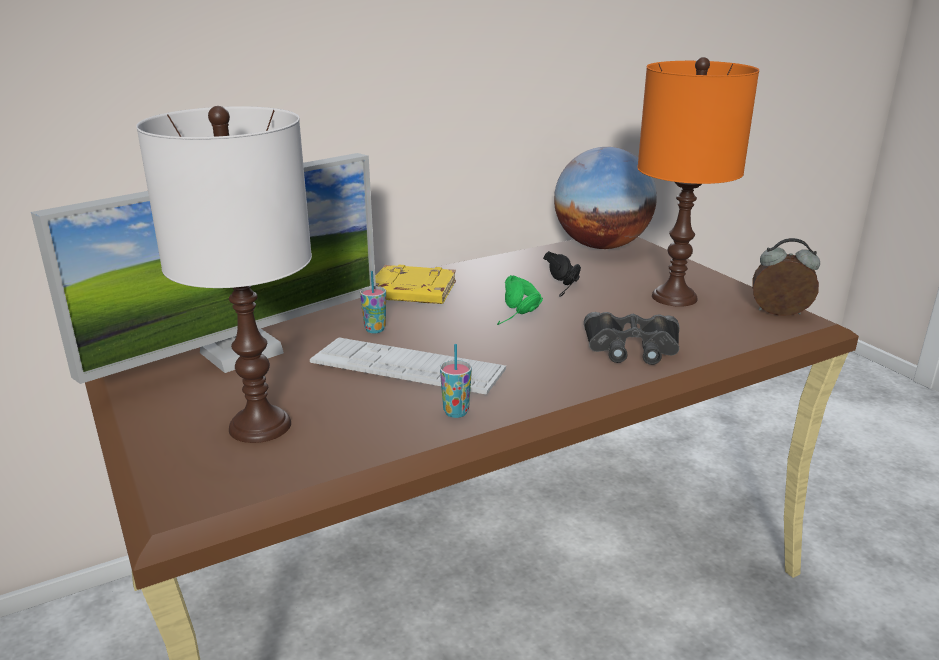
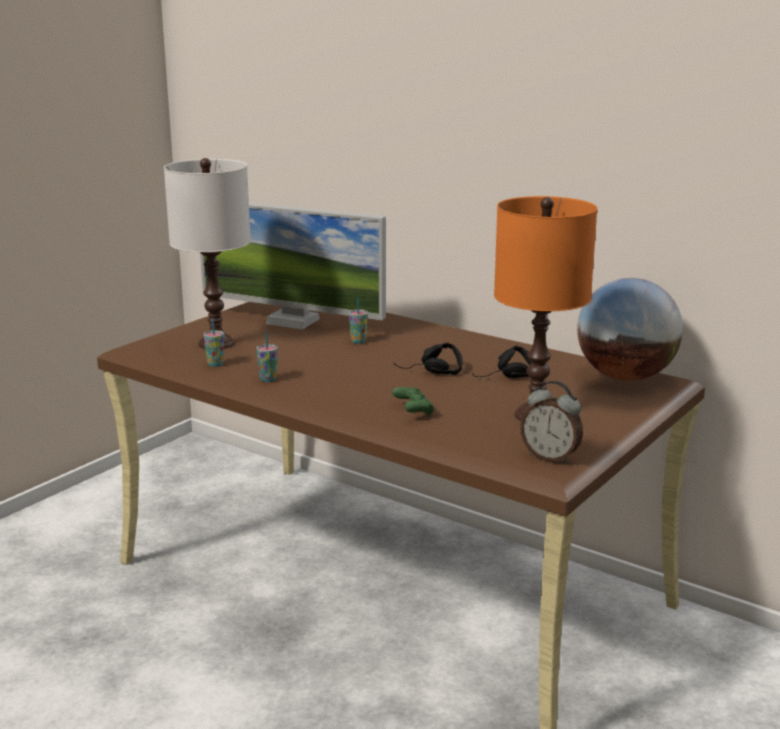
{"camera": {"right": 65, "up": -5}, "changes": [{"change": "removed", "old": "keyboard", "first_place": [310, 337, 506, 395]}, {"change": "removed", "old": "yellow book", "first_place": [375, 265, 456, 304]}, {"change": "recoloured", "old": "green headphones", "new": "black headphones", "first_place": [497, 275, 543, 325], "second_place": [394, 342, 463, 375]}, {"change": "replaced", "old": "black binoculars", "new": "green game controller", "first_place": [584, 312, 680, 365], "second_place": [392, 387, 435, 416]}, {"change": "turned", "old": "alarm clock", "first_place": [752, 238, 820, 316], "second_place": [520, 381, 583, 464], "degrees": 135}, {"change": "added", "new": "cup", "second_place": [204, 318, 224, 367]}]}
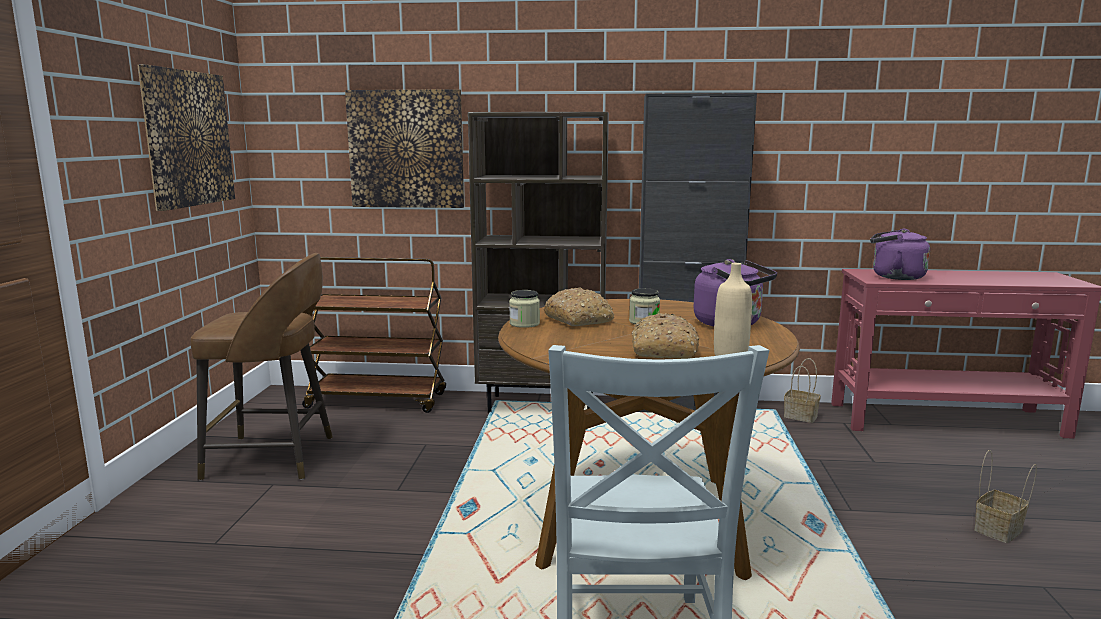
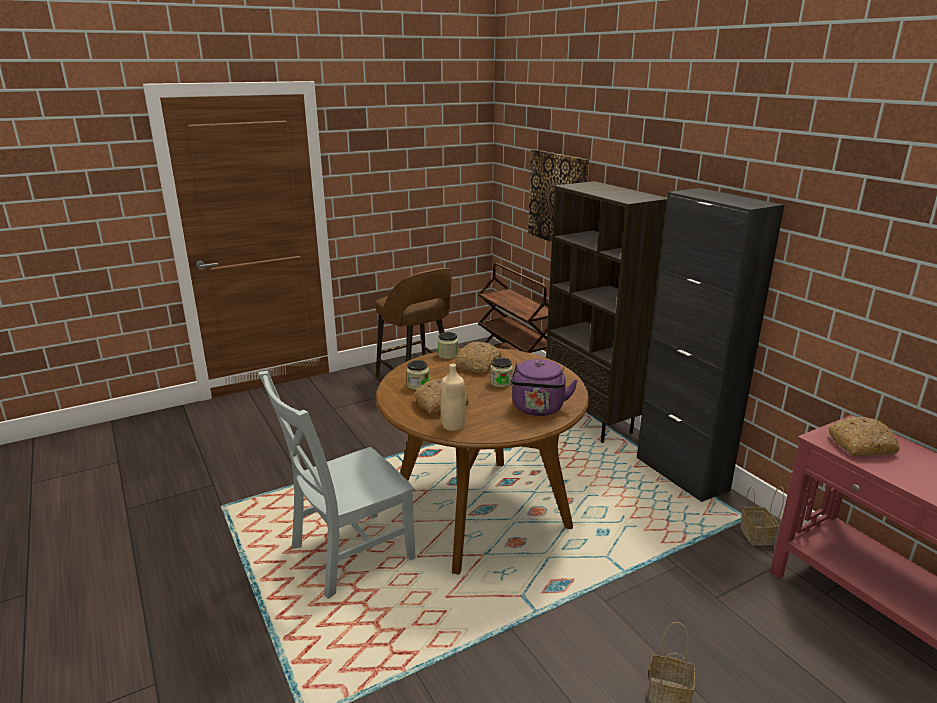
{"camera": {"right": 55, "up": 10}, "changes": [{"change": "removed", "old": "picture", "first_place": [137, 64, 235, 211]}, {"change": "replaced", "old": "purple kettle", "new": "bread", "first_place": [870, 229, 930, 280], "second_place": [829, 417, 900, 456]}, {"change": "added", "new": "jar", "second_place": [406, 360, 429, 390]}]}
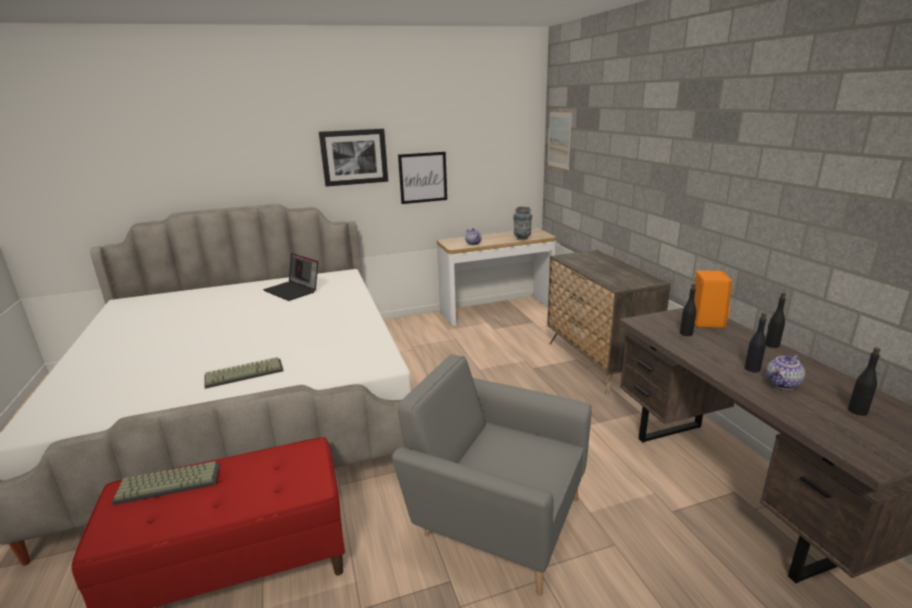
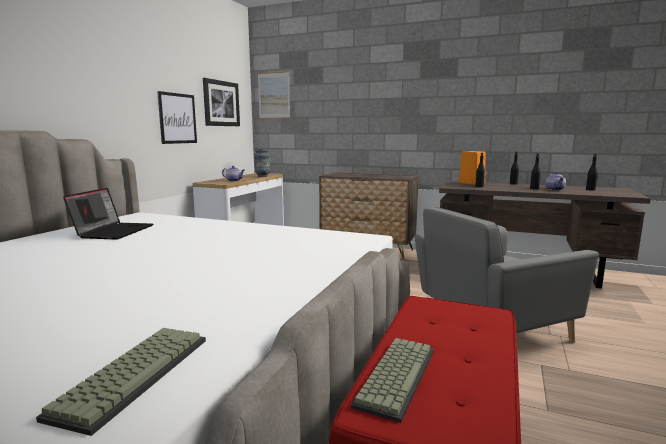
{"camera": {"right": -50, "up": -10}, "changes": [{"change": "moved", "old": "keyboard", "first_place": [204, 357, 284, 389], "second_place": [36, 328, 206, 436]}, {"change": "turned", "old": "laptop", "first_place": [263, 253, 318, 301], "second_place": [63, 188, 153, 240], "degrees": -75}, {"change": "moved", "old": "picture", "first_place": [319, 128, 388, 187], "second_place": [203, 78, 240, 126]}]}
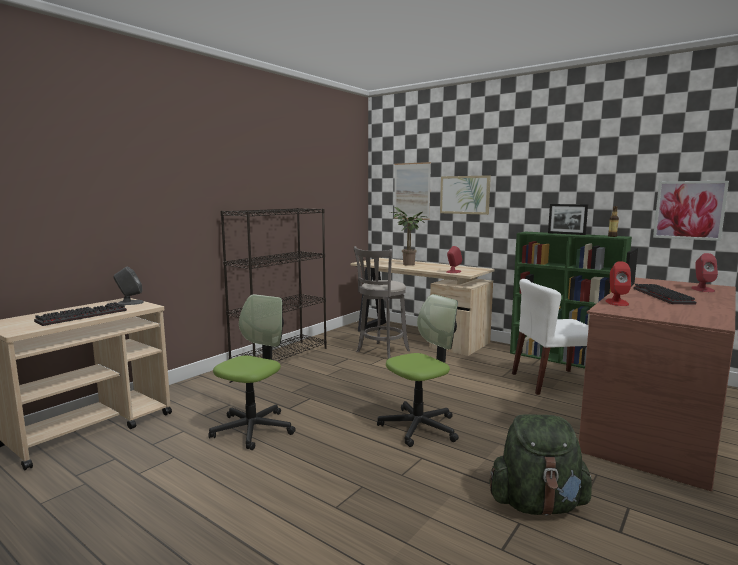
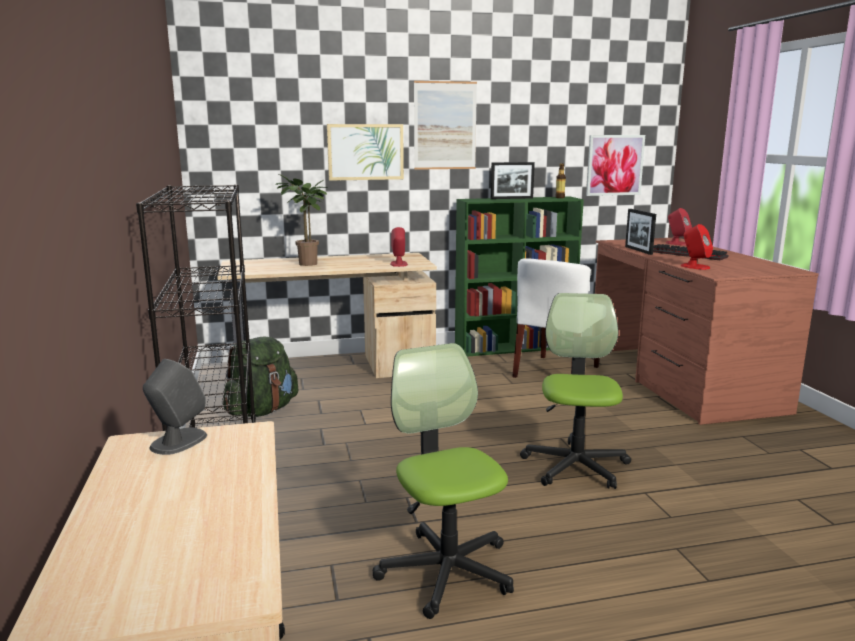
{"camera": {"right": -50, "up": 5}, "changes": [{"change": "removed", "old": "keyboard", "first_place": [34, 302, 127, 326]}, {"change": "removed", "old": "grey stool", "first_place": [354, 246, 410, 359]}, {"change": "moved", "old": "picture", "first_place": [394, 162, 431, 220], "second_place": [414, 81, 477, 170]}, {"change": "moved", "old": "green backpack", "first_place": [489, 414, 593, 516], "second_place": [223, 336, 298, 417]}]}
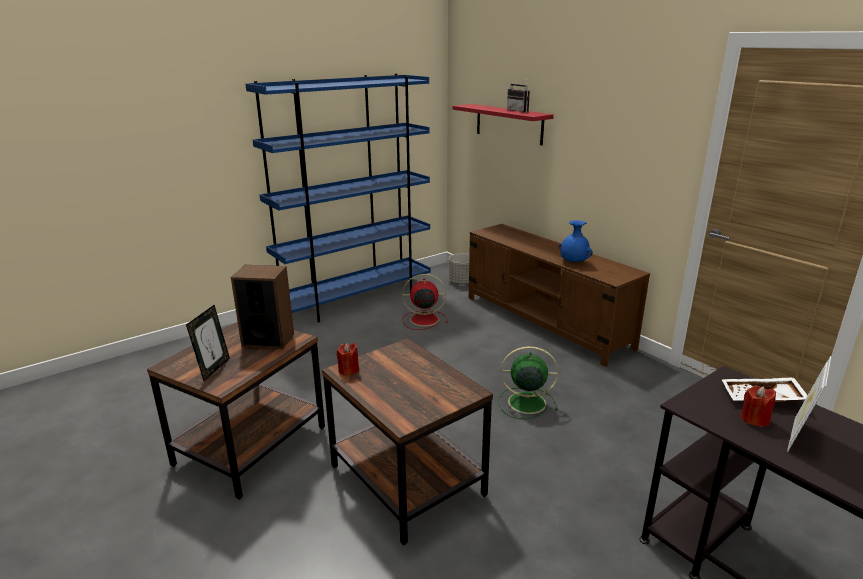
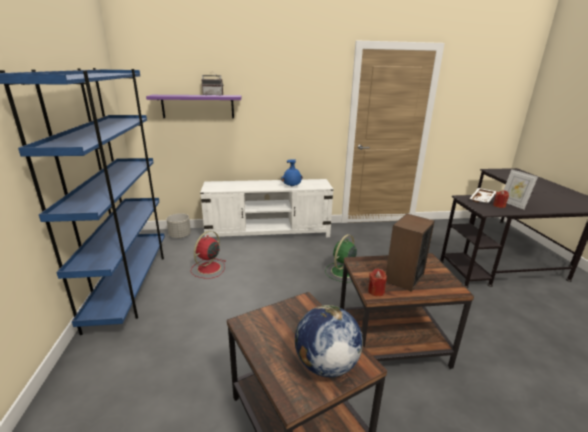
{"camera": {"right": -60, "up": 0}, "changes": [{"change": "replaced", "old": "picture frame", "new": "globe", "first_place": [186, 305, 230, 381], "second_place": [295, 305, 363, 377]}, {"change": "moved", "old": "speaker", "first_place": [231, 265, 294, 349], "second_place": [386, 214, 435, 292]}, {"change": "recoloured", "old": "red shelf", "new": "purple shelf", "first_place": [452, 104, 554, 145], "second_place": [146, 95, 241, 118]}, {"change": "recoloured", "old": "brown tv stand", "new": "white tv stand", "first_place": [469, 224, 650, 367], "second_place": [200, 179, 333, 237]}]}
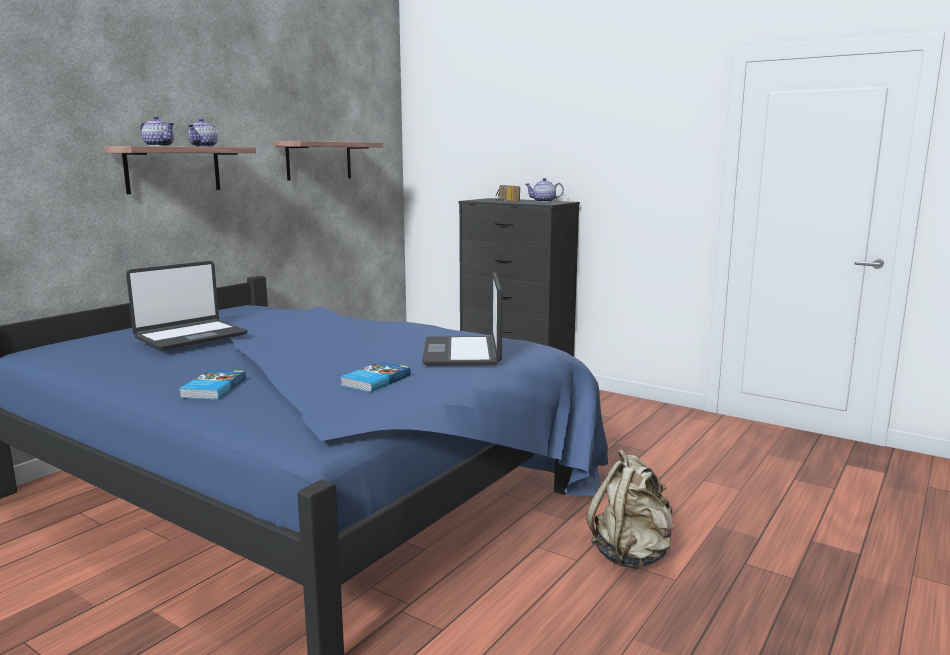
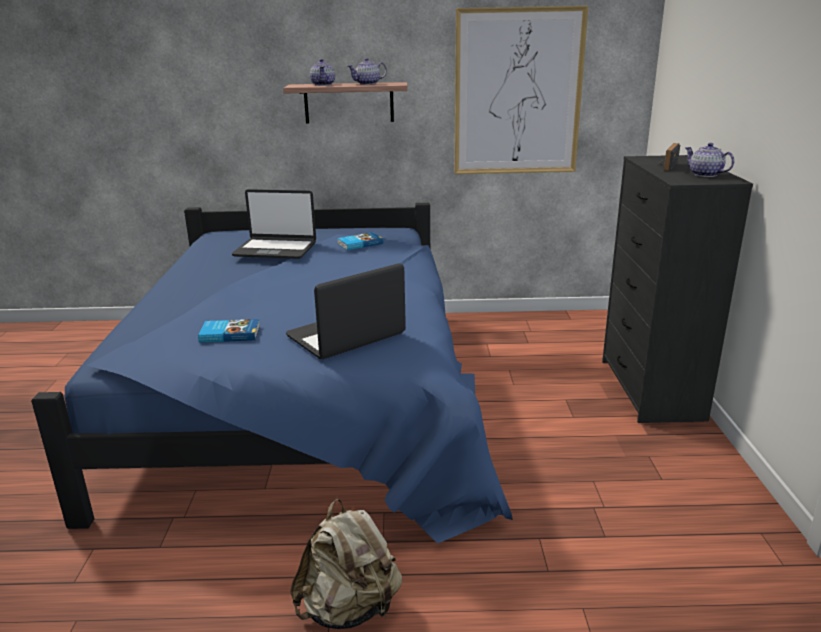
{"camera": {"right": 55, "up": 10}, "changes": [{"change": "moved", "old": "book", "first_place": [179, 370, 246, 400], "second_place": [337, 232, 383, 250]}, {"change": "replaced", "old": "shelf", "new": "picture", "first_place": [274, 141, 383, 181], "second_place": [455, 6, 588, 174]}]}
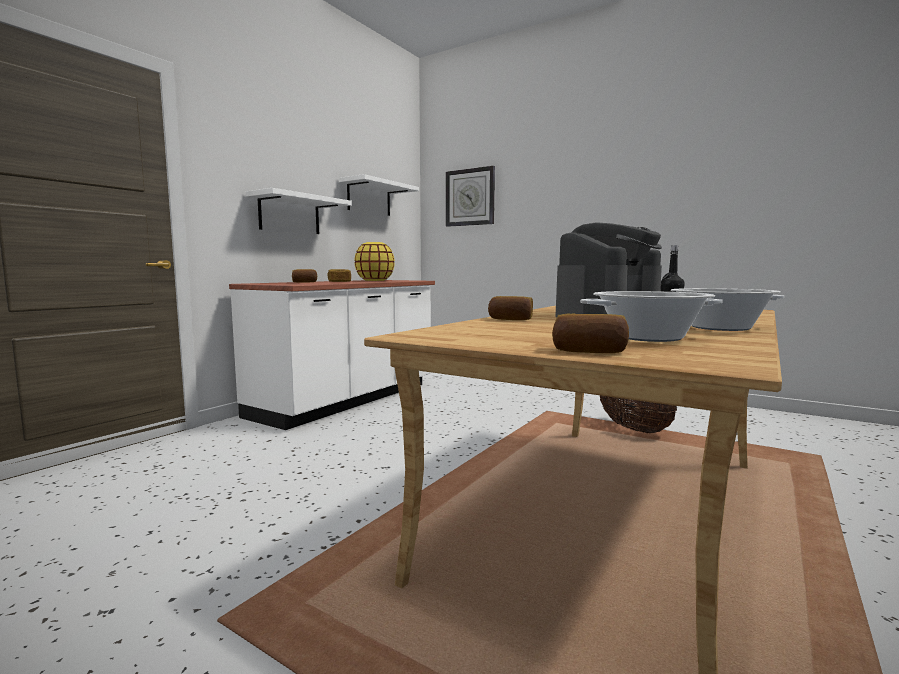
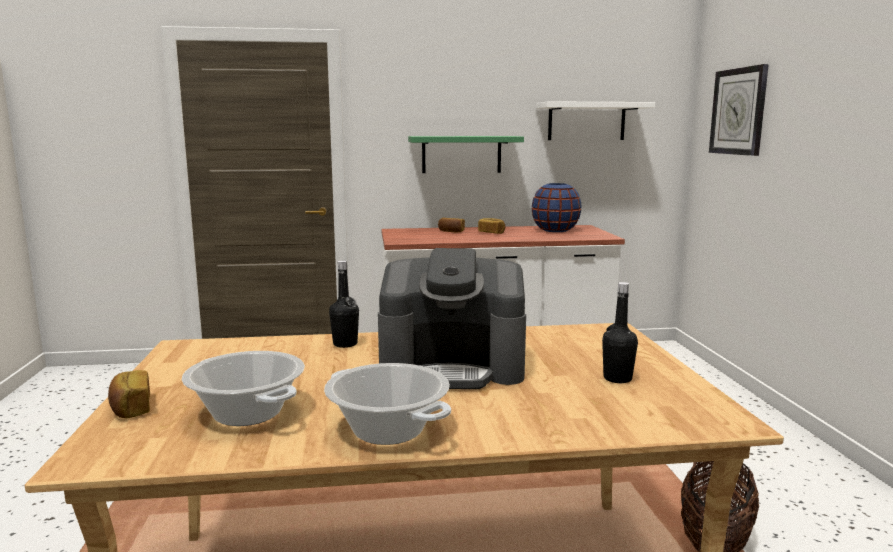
{"camera": {"right": 50, "up": 5}, "changes": [{"change": "recoloured", "old": "white shelf", "new": "green shelf", "first_place": [246, 188, 352, 234], "second_place": [408, 136, 524, 173]}, {"change": "recoloured", "old": "yellow vase", "new": "blue vase", "first_place": [354, 242, 395, 281], "second_place": [532, 183, 582, 232]}, {"change": "replaced", "old": "bread", "new": "black bottle", "first_place": [488, 296, 533, 320], "second_place": [329, 260, 359, 348]}]}
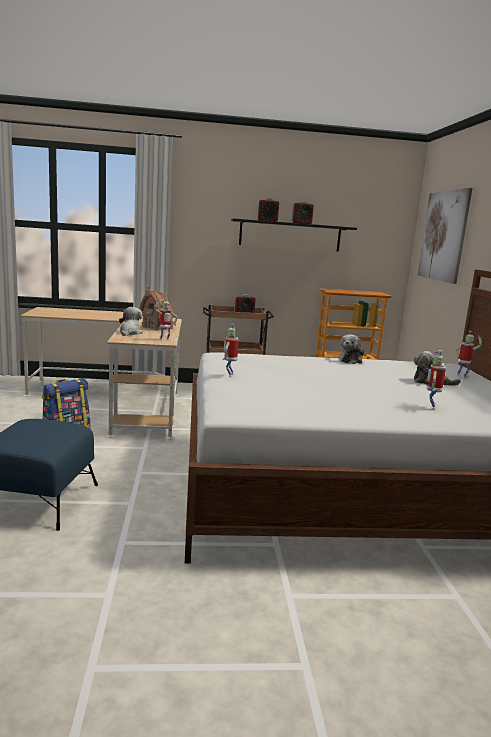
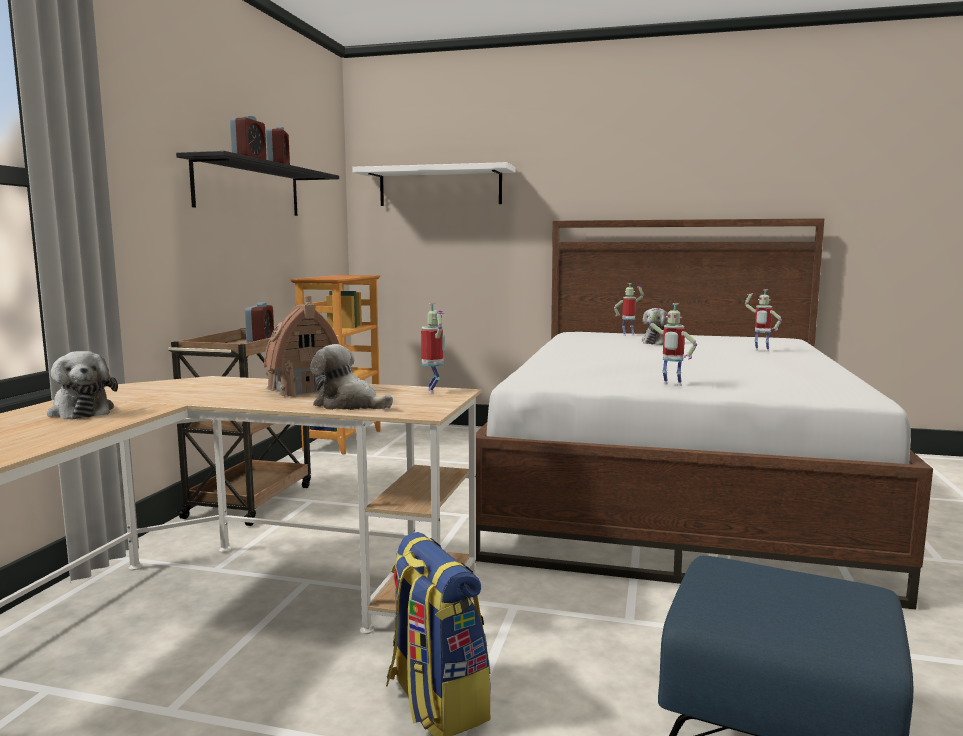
{"camera": {"right": -70, "up": -5}, "changes": [{"change": "moved", "old": "plush toy", "first_place": [338, 334, 365, 364], "second_place": [47, 351, 118, 419]}, {"change": "replaced", "old": "picture", "new": "white shelf", "first_place": [417, 188, 473, 284], "second_place": [352, 162, 515, 206]}]}
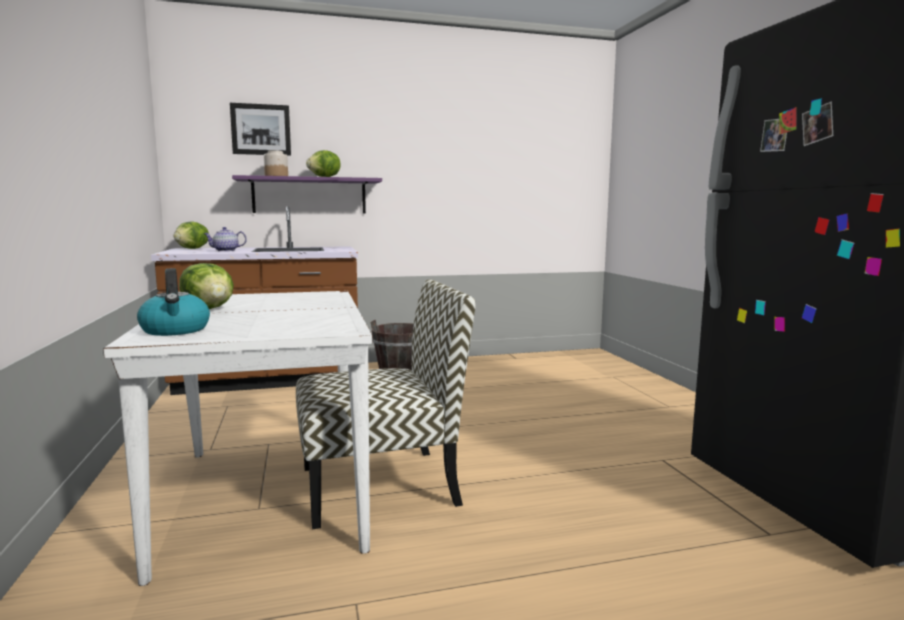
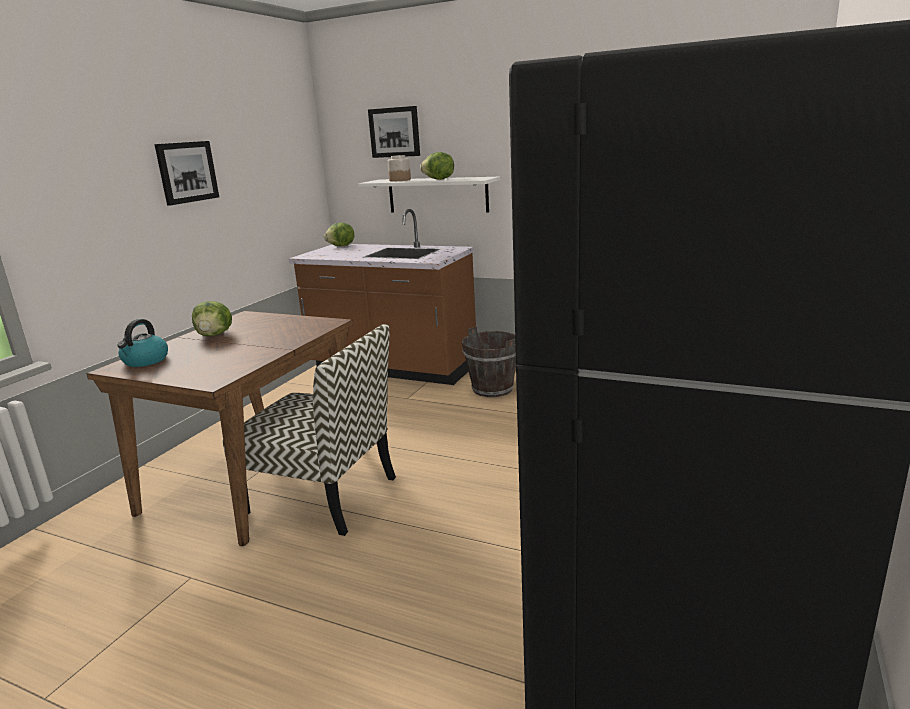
{"camera": {"right": 40, "up": 10}, "changes": [{"change": "recoloured", "old": "white dining table", "new": "brown dining table", "first_place": [103, 291, 373, 586], "second_place": [87, 311, 353, 546]}, {"change": "removed", "old": "teapot", "first_place": [204, 227, 247, 251]}, {"change": "recoloured", "old": "purple shelf", "new": "white shelf", "first_place": [232, 175, 382, 213], "second_place": [358, 177, 500, 212]}, {"change": "added", "new": "picture", "second_place": [154, 141, 219, 205]}]}
